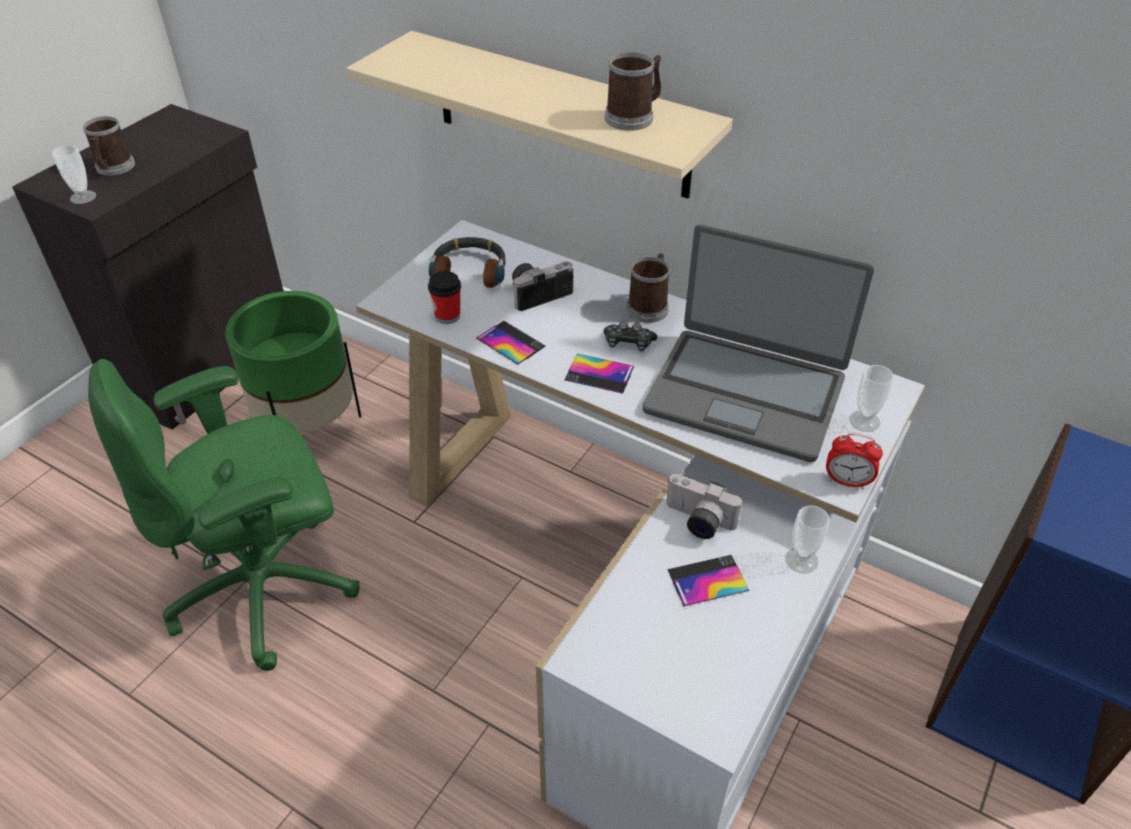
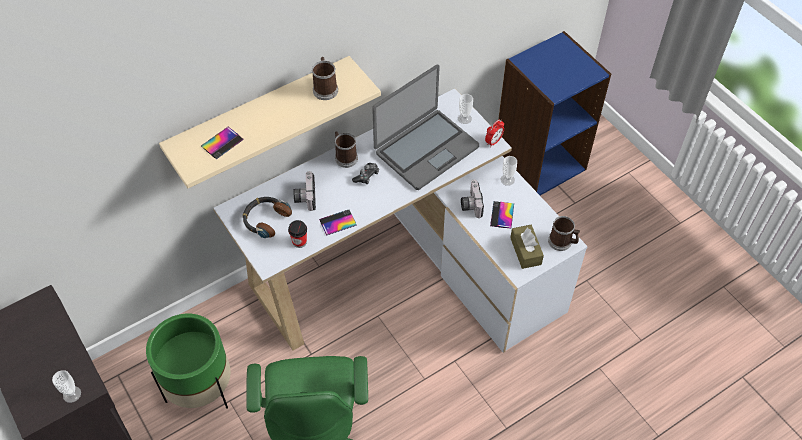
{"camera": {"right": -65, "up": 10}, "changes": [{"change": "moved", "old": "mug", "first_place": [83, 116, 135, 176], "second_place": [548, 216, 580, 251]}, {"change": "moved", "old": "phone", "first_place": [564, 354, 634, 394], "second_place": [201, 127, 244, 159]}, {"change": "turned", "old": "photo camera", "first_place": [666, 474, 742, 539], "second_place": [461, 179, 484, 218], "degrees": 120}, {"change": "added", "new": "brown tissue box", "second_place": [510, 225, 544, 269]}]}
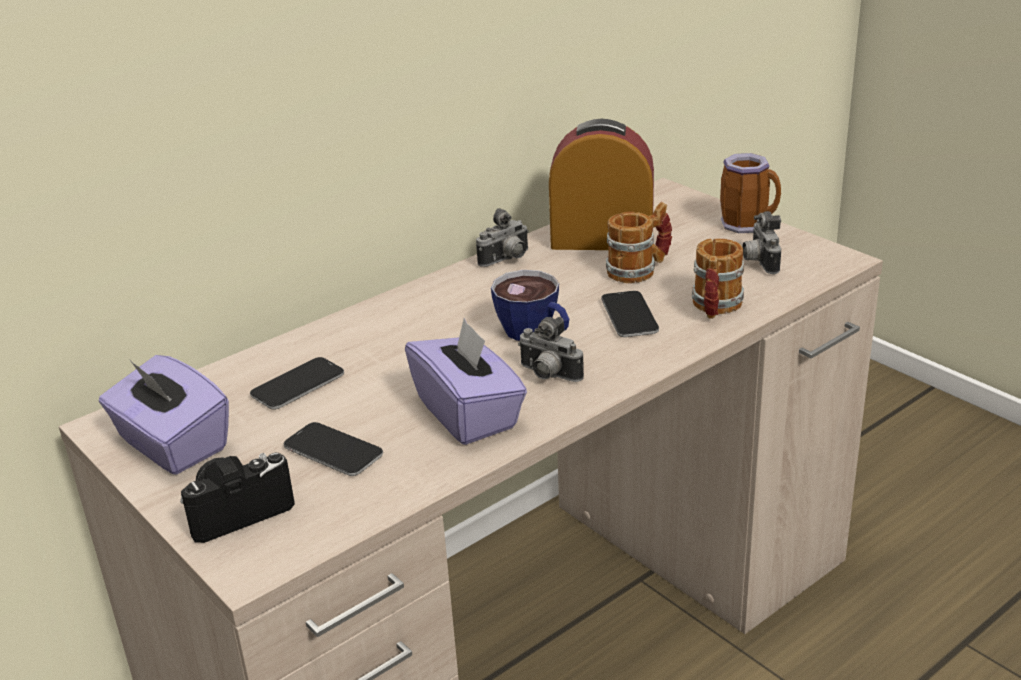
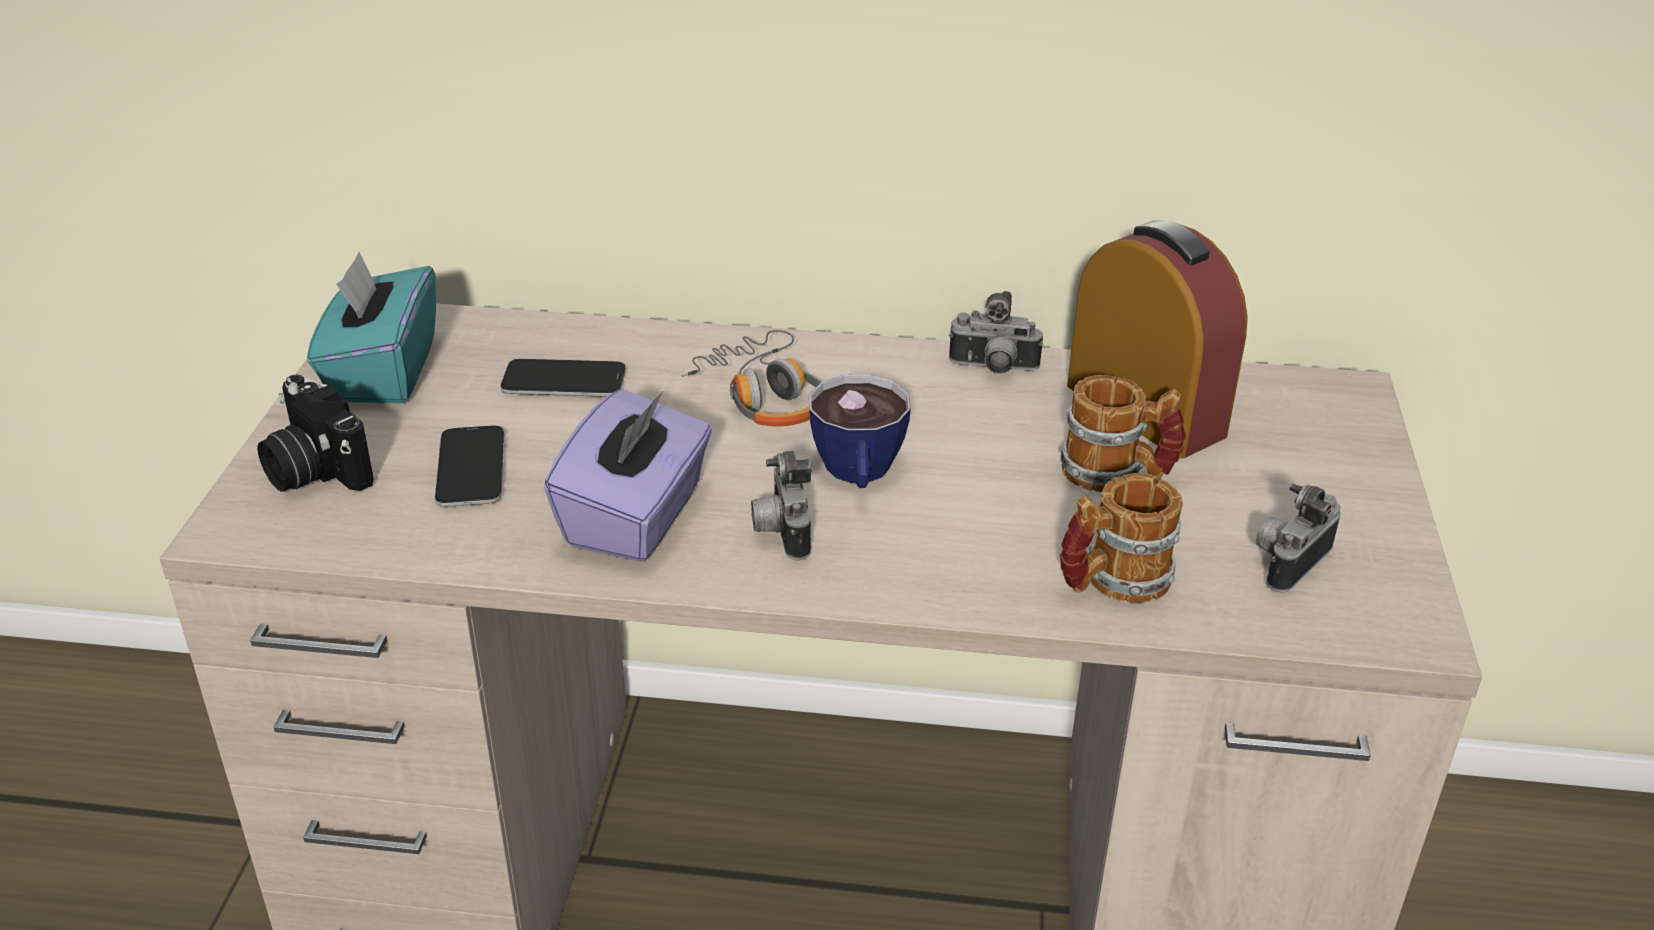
{"camera": {"right": 45, "up": 5}, "changes": [{"change": "recoloured", "old": "purple tissue box", "new": "turquoise tissue box", "first_place": [99, 355, 229, 475], "second_place": [307, 252, 436, 403]}, {"change": "turned", "old": "photo camera", "first_place": [180, 453, 295, 543], "second_place": [257, 375, 374, 492], "degrees": -150}, {"change": "removed", "old": "phone", "first_place": [601, 291, 659, 337]}, {"change": "removed", "old": "mug", "first_place": [720, 153, 781, 233]}, {"change": "added", "new": "headphones", "second_place": [681, 330, 821, 427]}]}
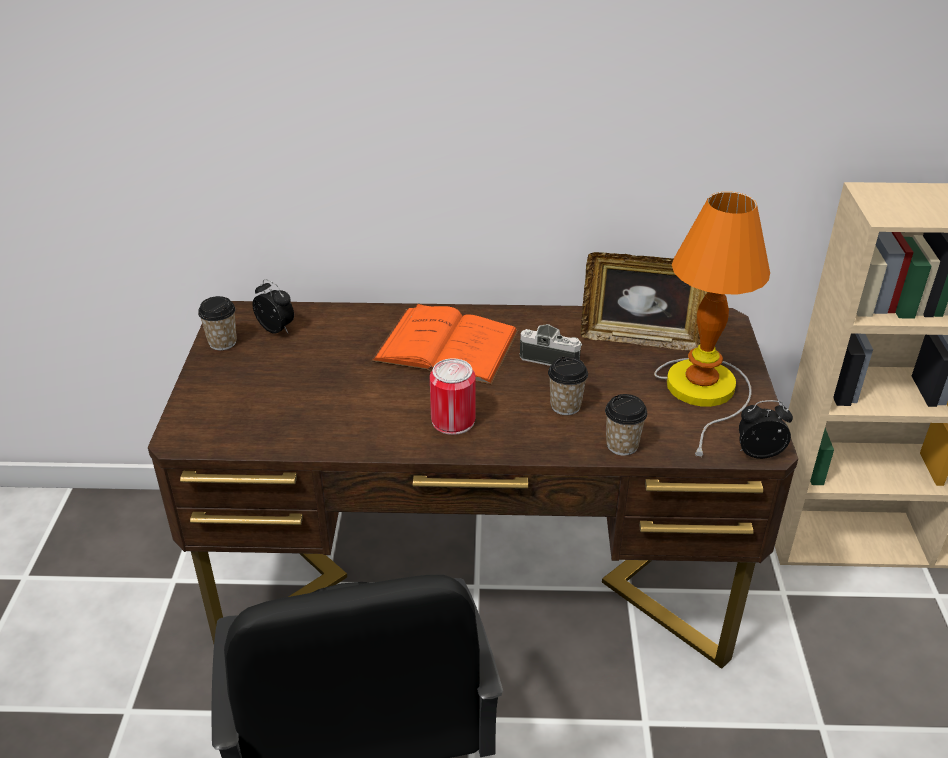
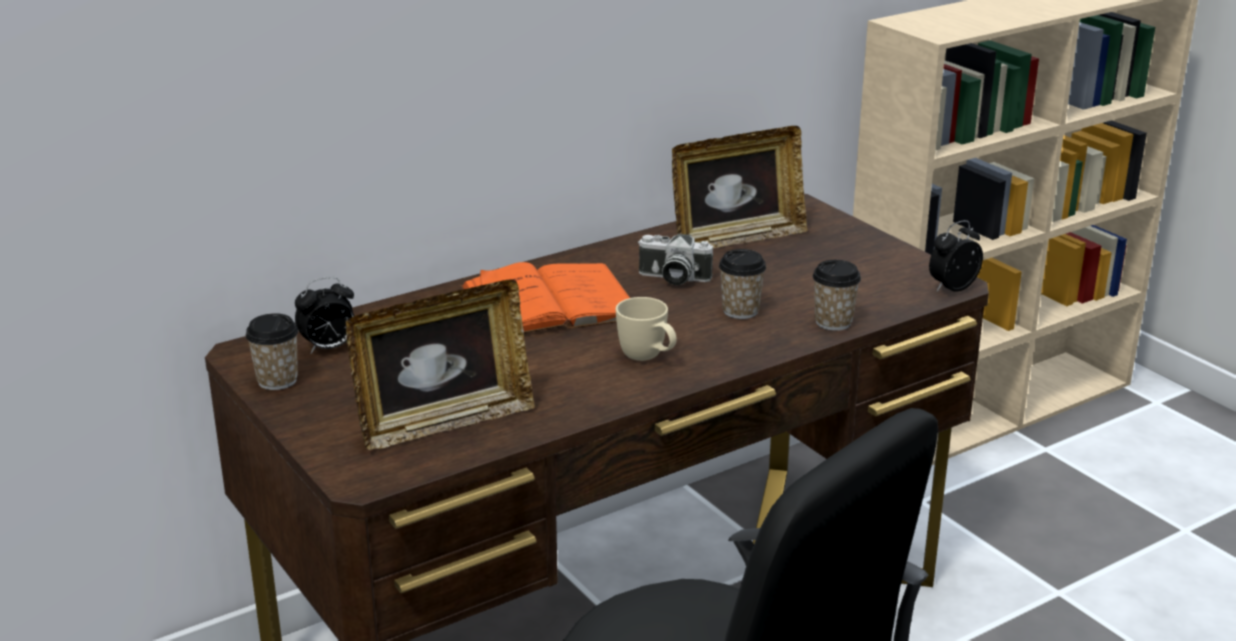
{"camera": {"right": -35, "up": -10}, "changes": [{"change": "turned", "old": "alarm clock", "first_place": [253, 279, 294, 334], "second_place": [295, 277, 354, 354], "degrees": 150}, {"change": "replaced", "old": "can", "new": "beige mug", "first_place": [430, 358, 476, 435], "second_place": [616, 297, 677, 361]}, {"change": "turned", "old": "photo camera", "first_place": [519, 324, 582, 366], "second_place": [638, 234, 713, 285], "degrees": -150}, {"change": "removed", "old": "table lamp", "first_place": [654, 192, 770, 457]}, {"change": "added", "new": "picture frame", "second_place": [346, 280, 535, 450]}]}
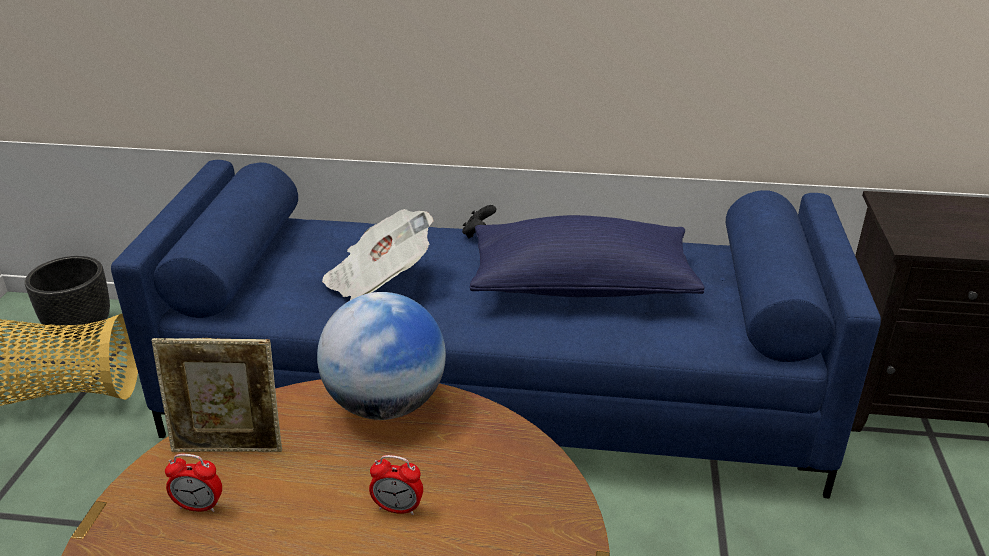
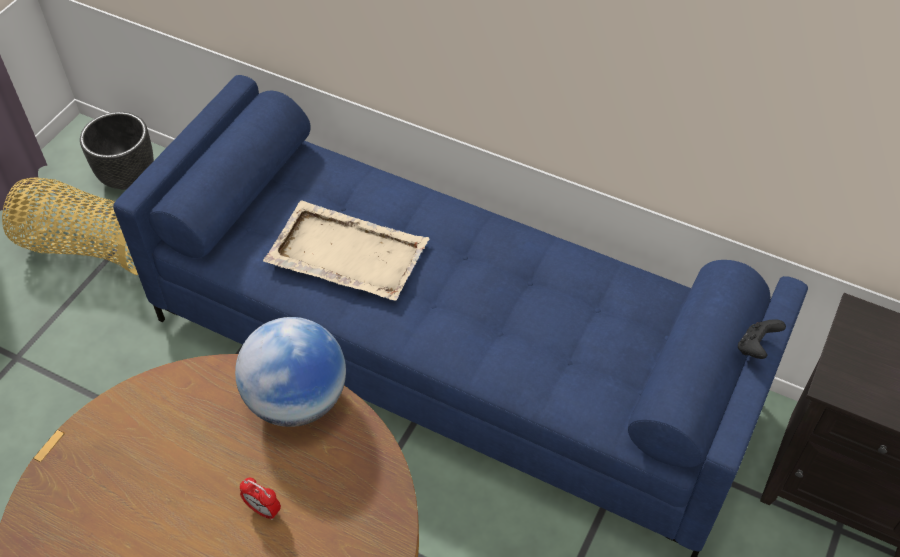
{"camera": {"right": 20, "up": 20}, "changes": [{"change": "removed", "old": "picture frame", "first_place": [151, 338, 282, 452]}, {"change": "removed", "old": "alarm clock", "first_place": [165, 454, 222, 512]}, {"change": "replaced", "old": "newspaper", "new": "beige tray", "first_place": [322, 209, 434, 300], "second_place": [263, 200, 429, 301]}, {"change": "moved", "old": "black game controller", "first_place": [462, 205, 496, 239], "second_place": [738, 319, 786, 359]}, {"change": "removed", "old": "blue pillow", "first_place": [470, 215, 705, 297]}]}
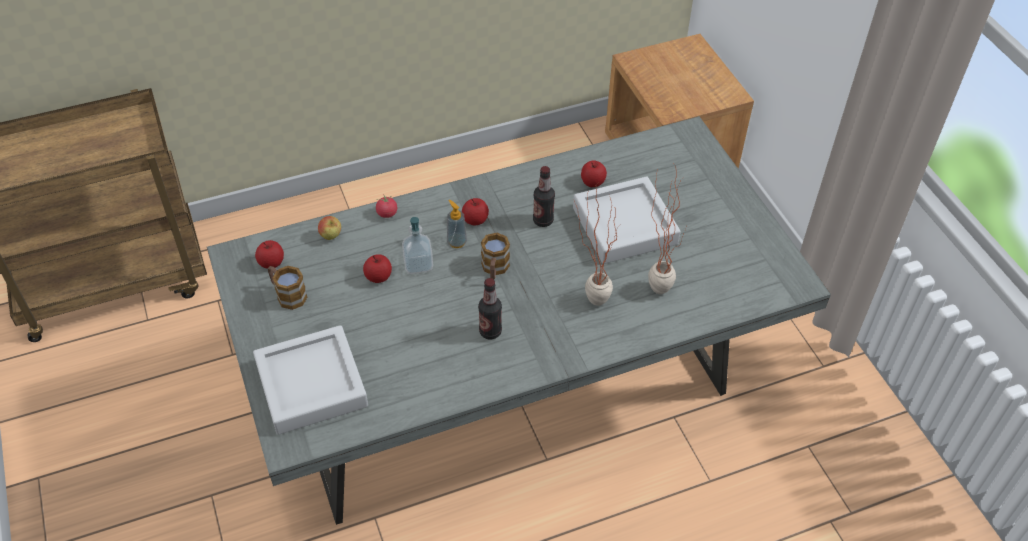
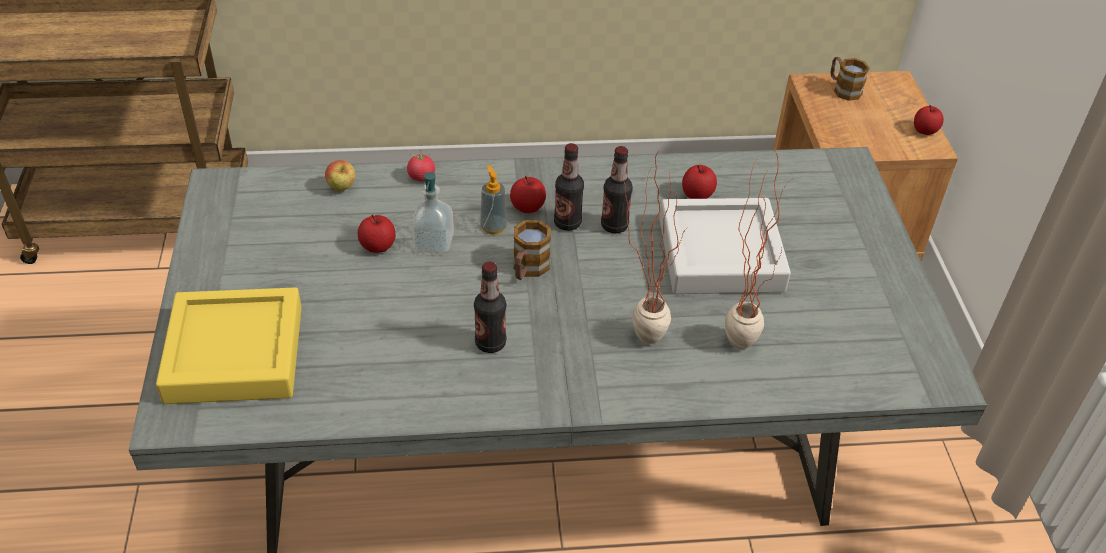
{"camera": {"right": 15, "up": -5}, "changes": [{"change": "recoloured", "old": "grey tray", "new": "yellow tray", "first_place": [253, 325, 368, 435], "second_place": [156, 287, 302, 404]}, {"change": "moved", "old": "apple", "first_place": [255, 240, 284, 269], "second_place": [914, 105, 944, 135]}, {"change": "moved", "old": "mug", "first_place": [268, 266, 307, 310], "second_place": [830, 57, 870, 101]}, {"change": "added", "new": "bottle", "second_place": [554, 143, 584, 231]}]}
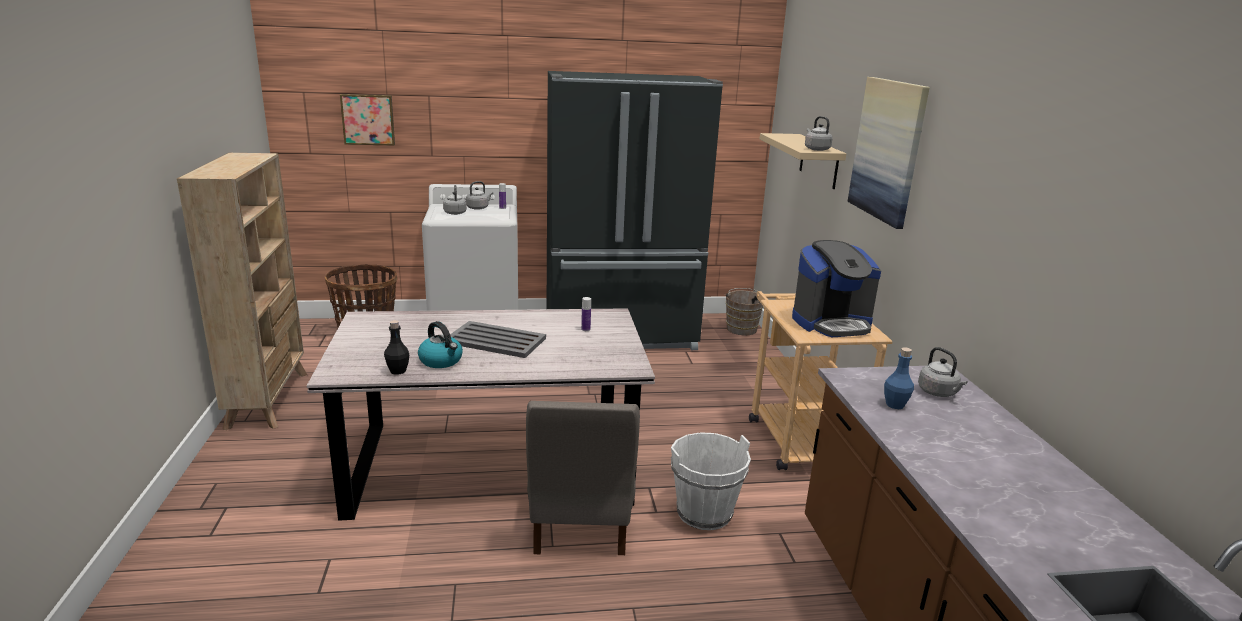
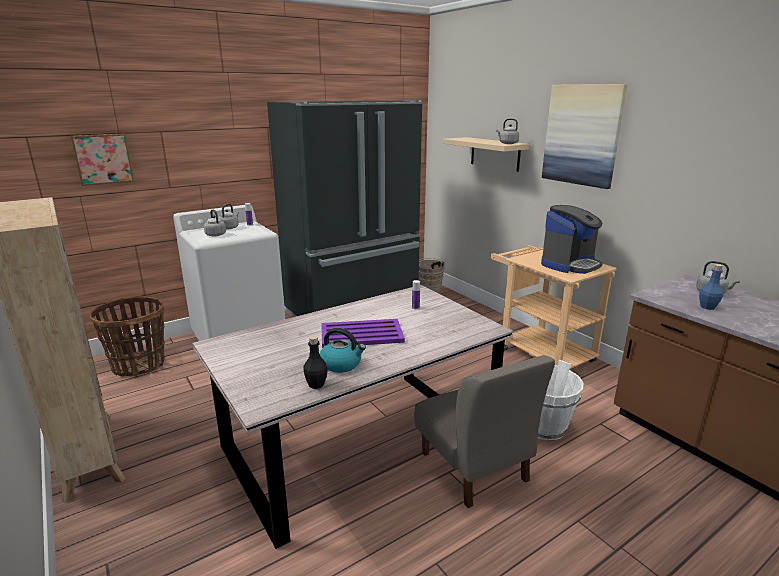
{"camera": {"right": -25, "up": 0}, "changes": [{"change": "recoloured", "old": "grey tray", "new": "purple tray", "first_place": [450, 321, 546, 358], "second_place": [321, 319, 405, 348]}]}
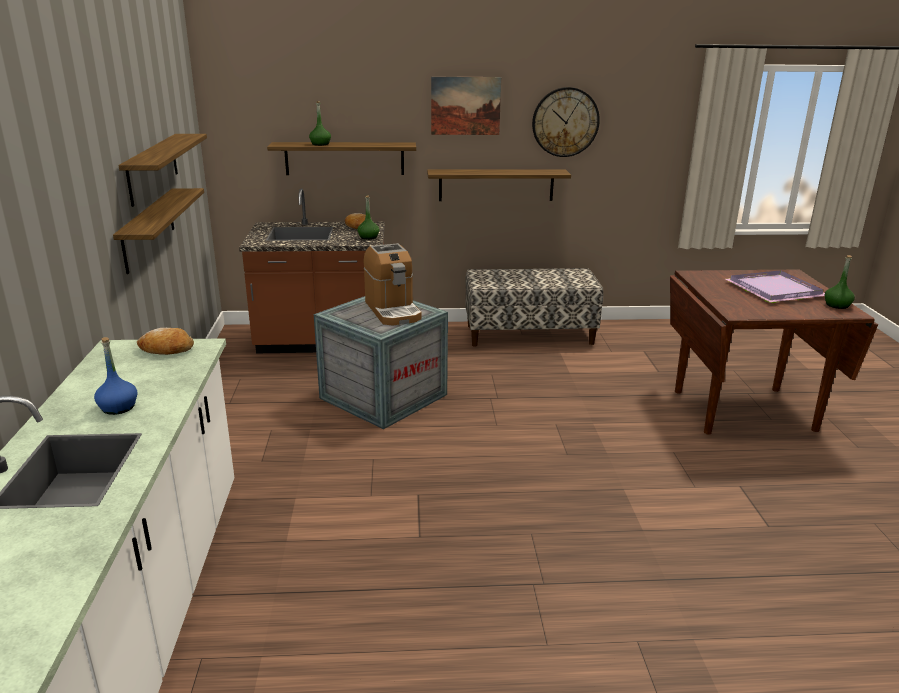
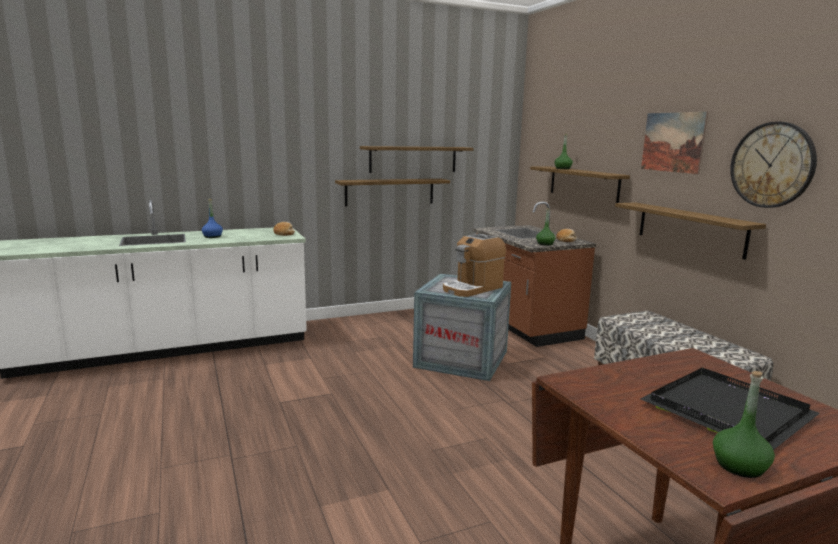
{"camera": {"right": 70, "up": -10}, "changes": [{"change": "recoloured", "old": "purple tray", "new": "black tray", "first_place": [725, 270, 825, 303], "second_place": [640, 368, 820, 450]}]}
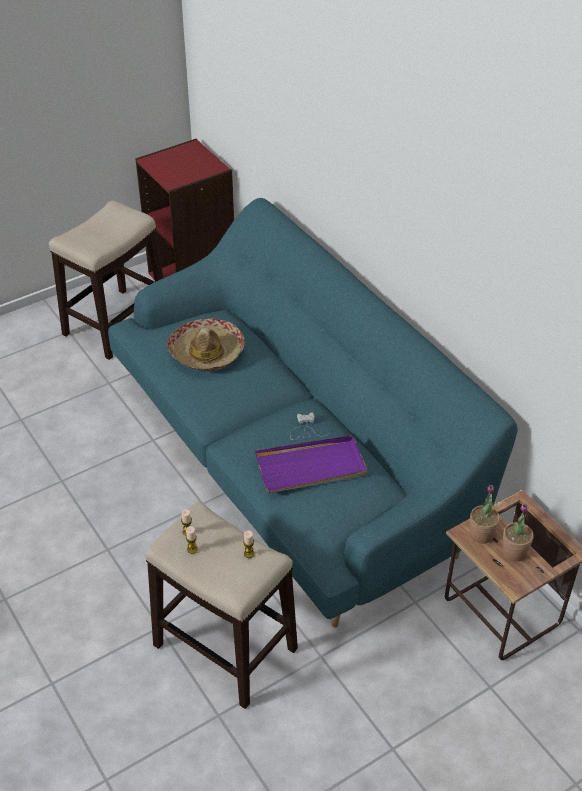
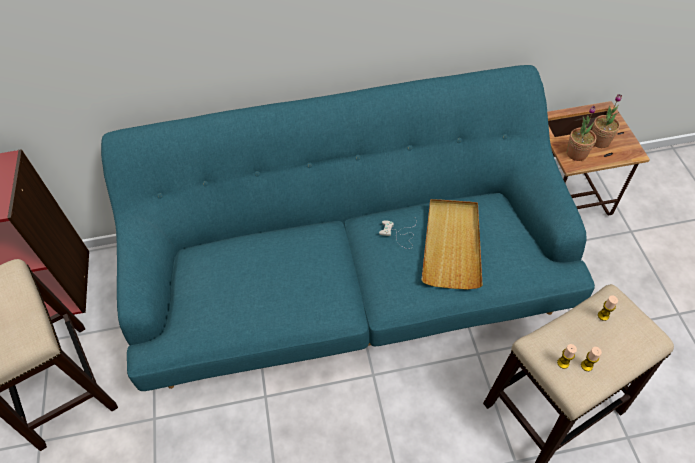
{"camera": {"right": -65, "up": 10}, "changes": [{"change": "removed", "old": "hat", "first_place": [167, 319, 245, 371]}, {"change": "recoloured", "old": "purple tray", "new": "beige tray", "first_place": [255, 435, 367, 493], "second_place": [421, 199, 483, 290]}]}
